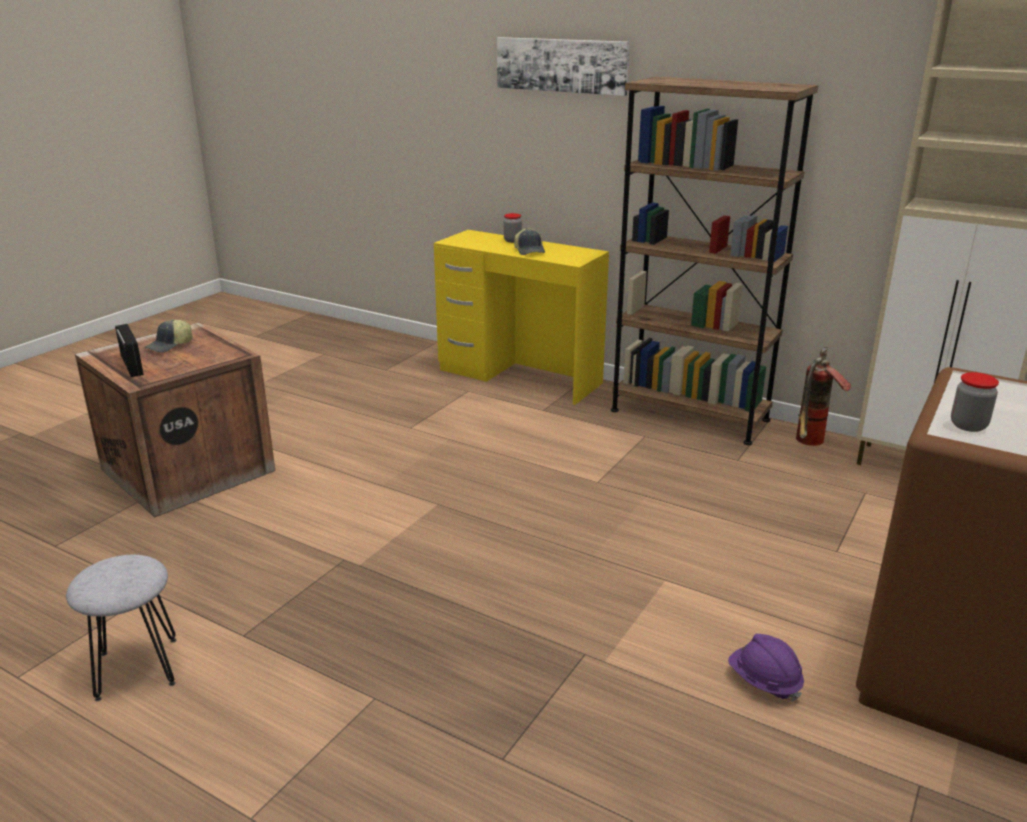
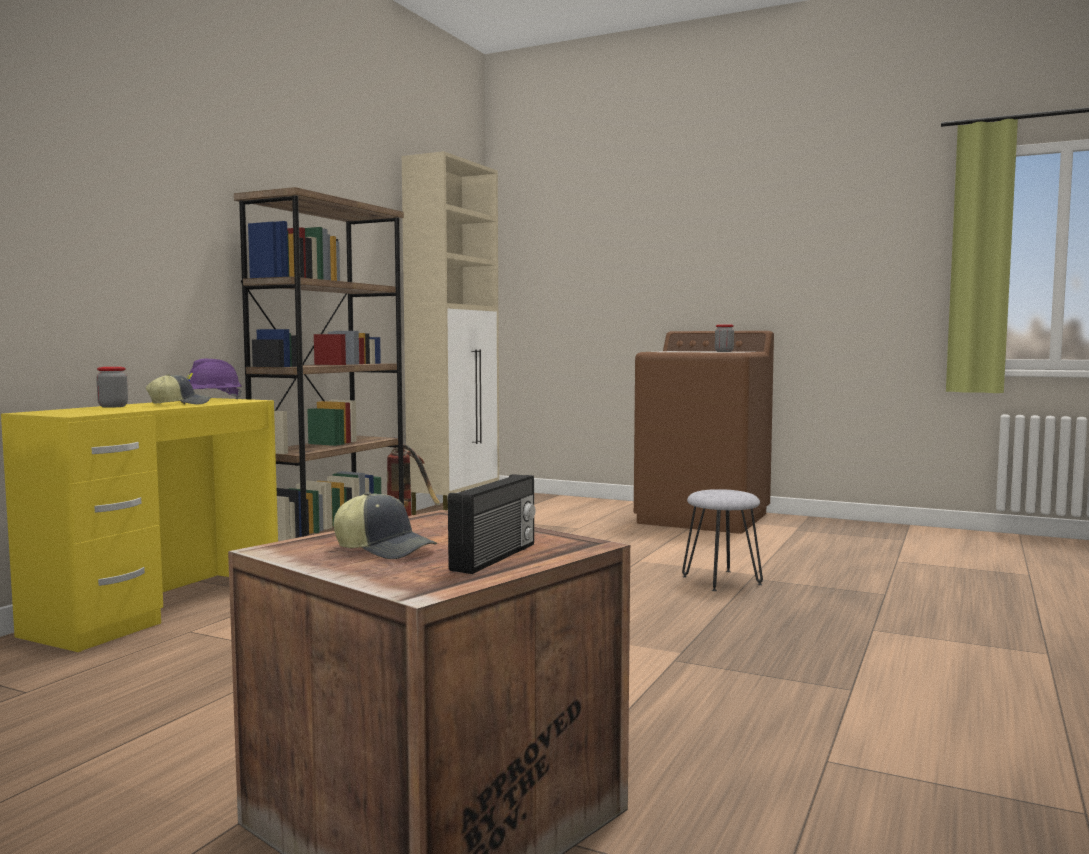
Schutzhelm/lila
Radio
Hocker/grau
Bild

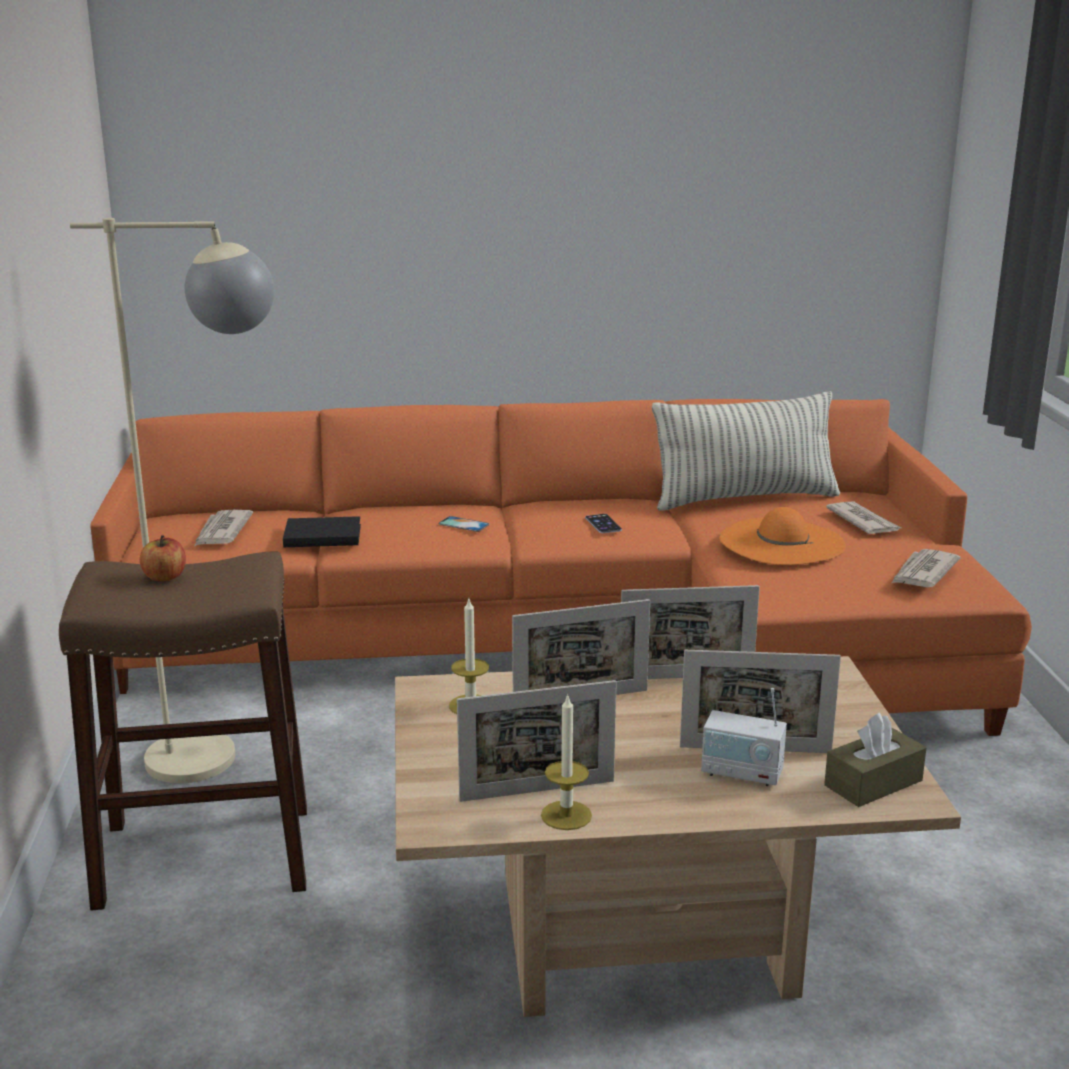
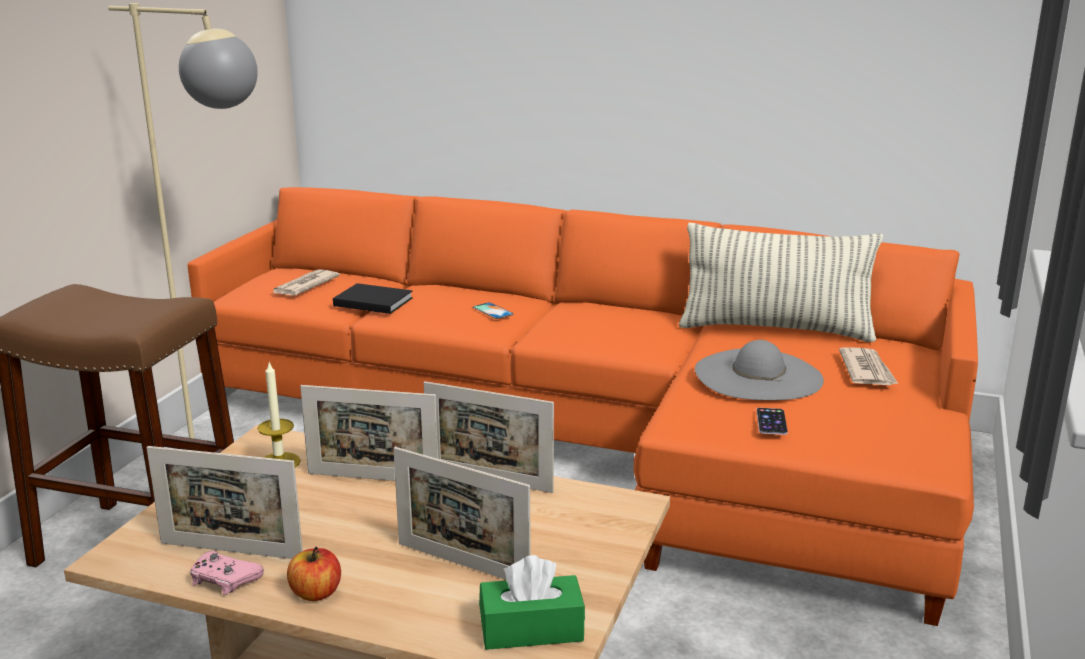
Gamepad/rosa
Apfel
Taschentuchbox/grün
Hut/grau
Handy (2nd from left)
Radio
Zeitung (3rd from left in the first image)

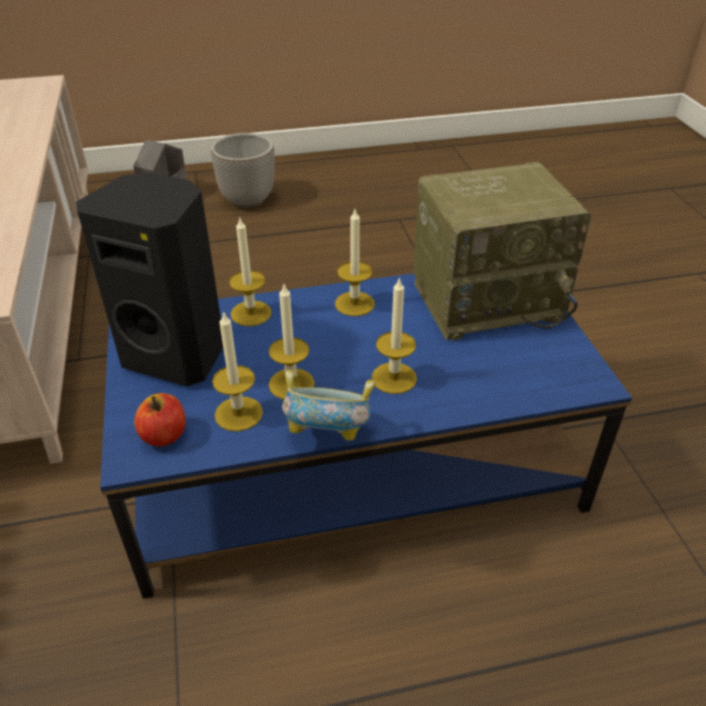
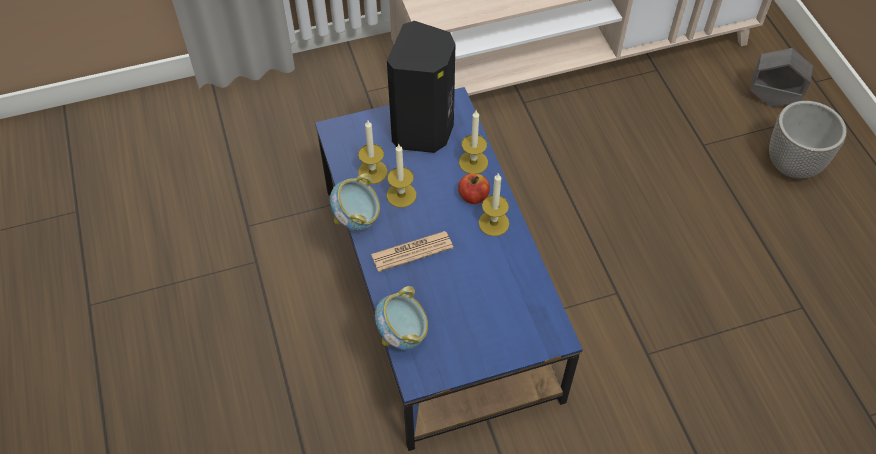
Zeitung
Schüssel (2nd from left)
Apfel
Radio

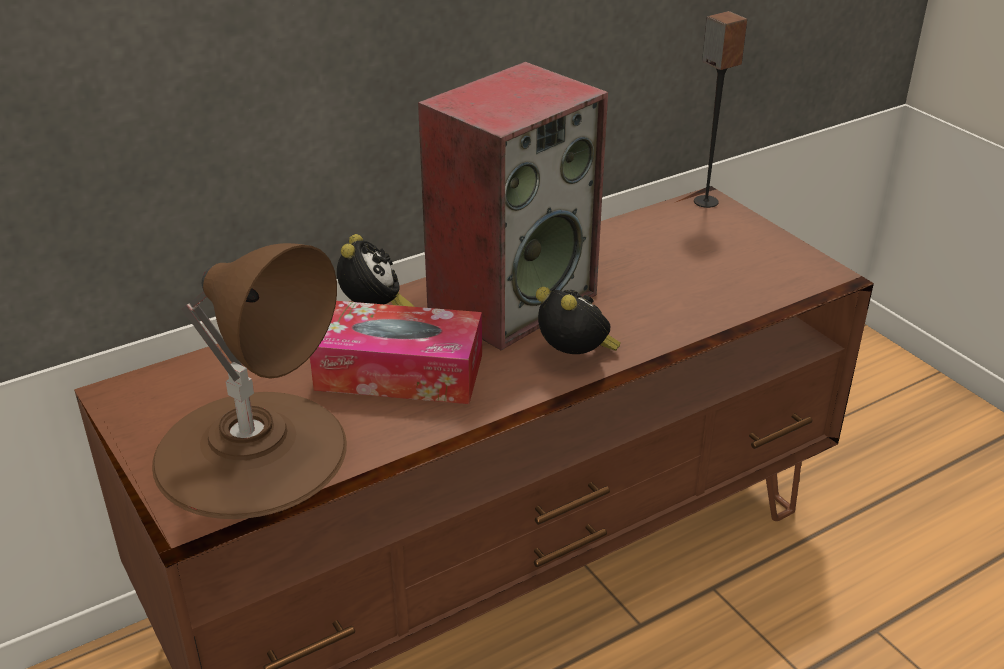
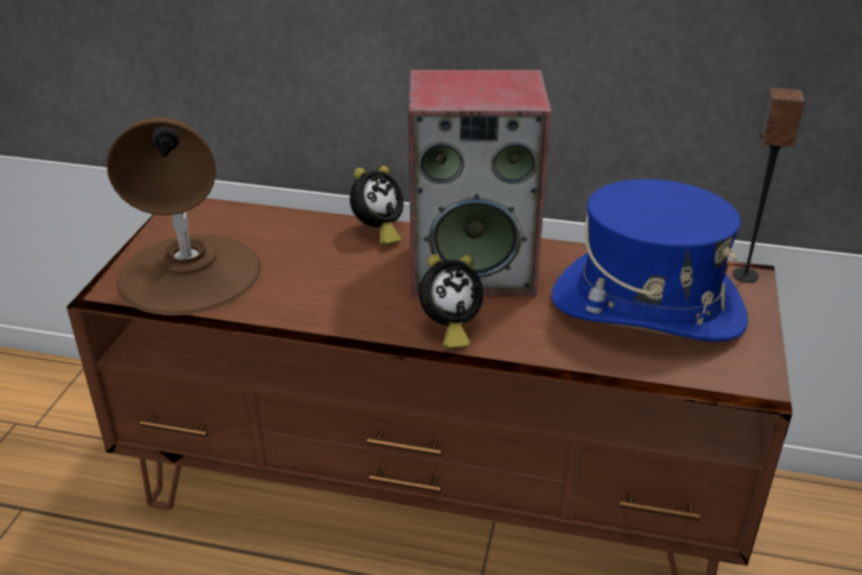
Wecker (2nd from left)
Hut/blau
Taschentuchbox

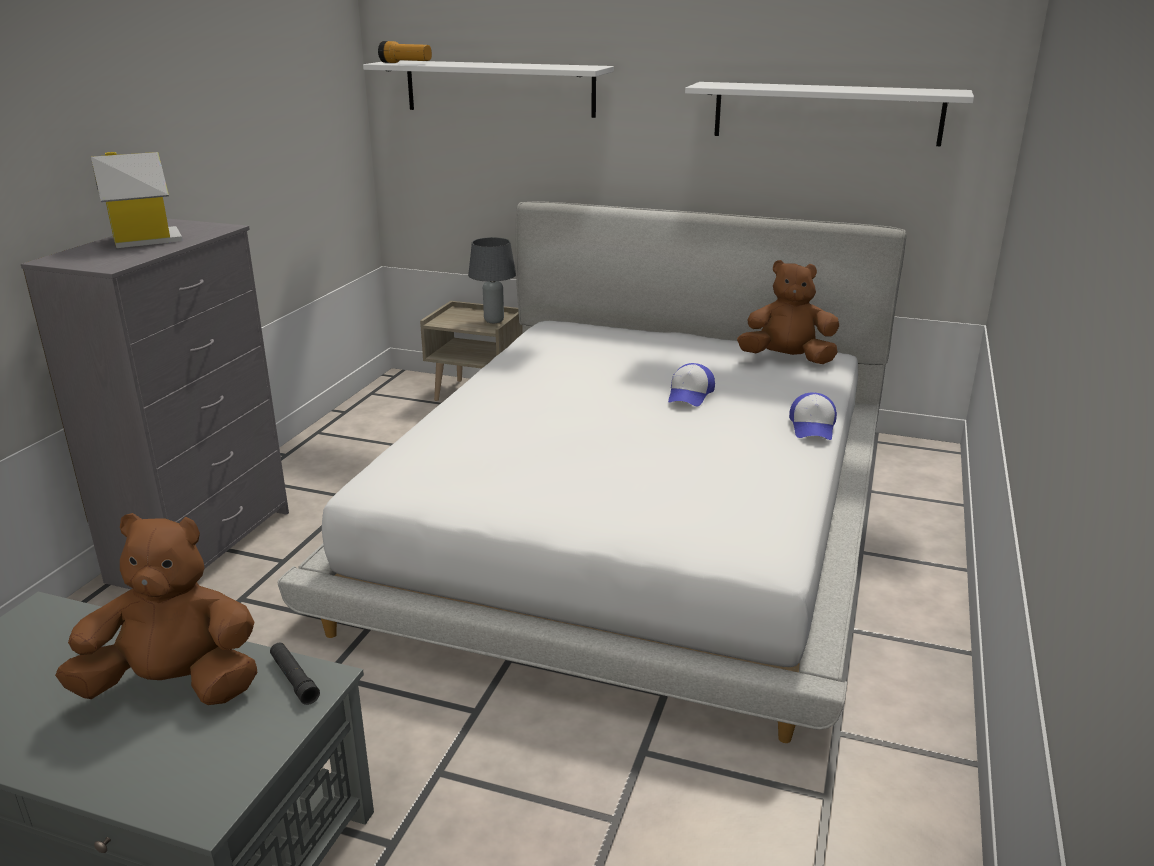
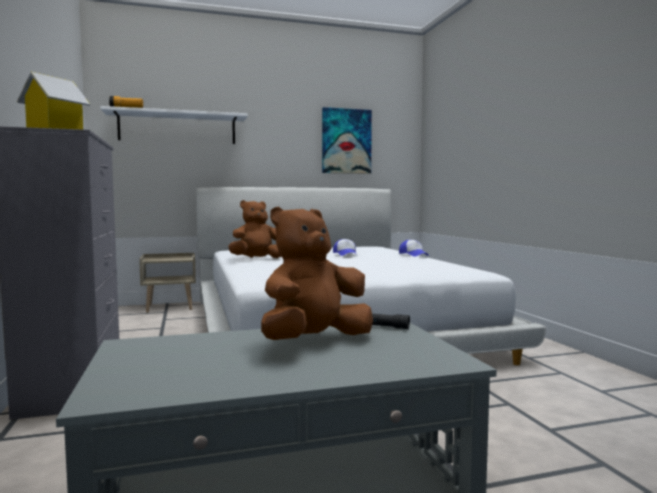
Plüschtier/braun (1st from left)
Bild
Tischlampe/grau

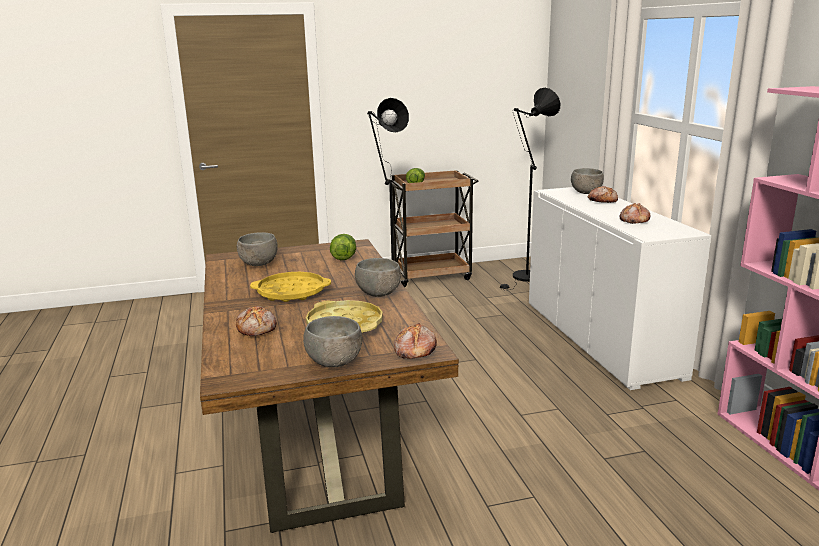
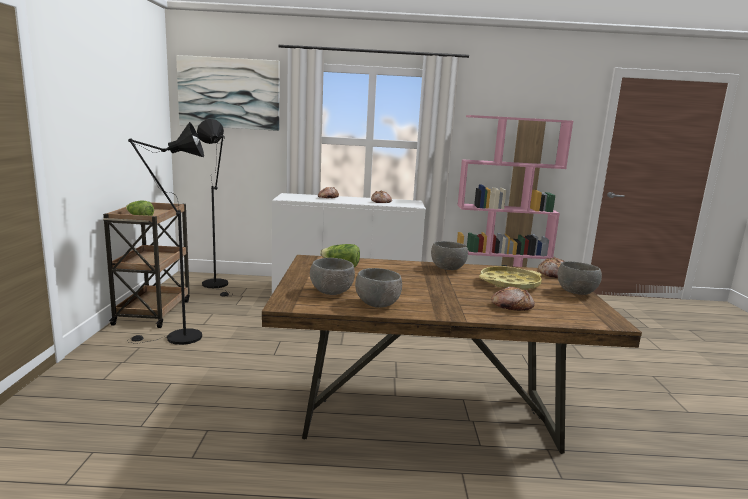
Bild
Schüssel/grau (2nd from left)
Tablett/gelb (1st from left in the first image)

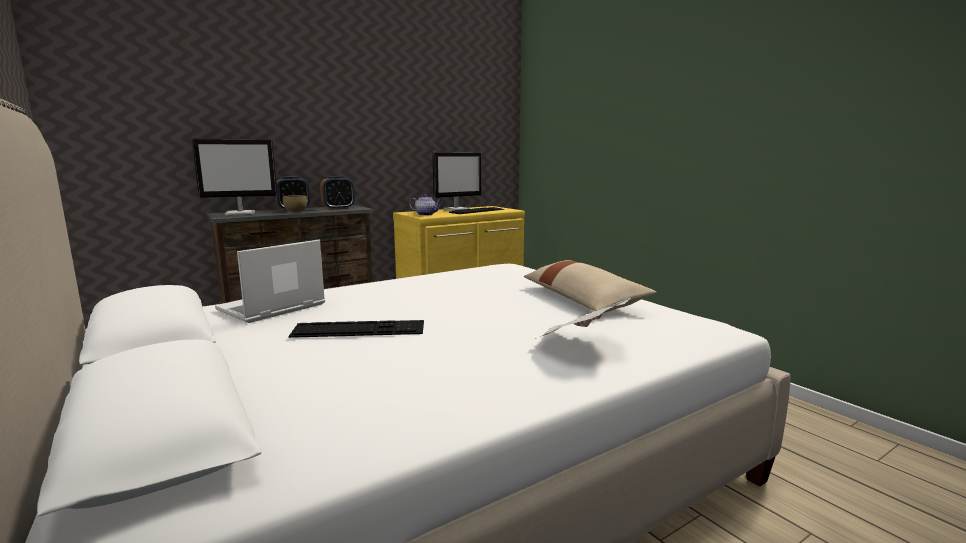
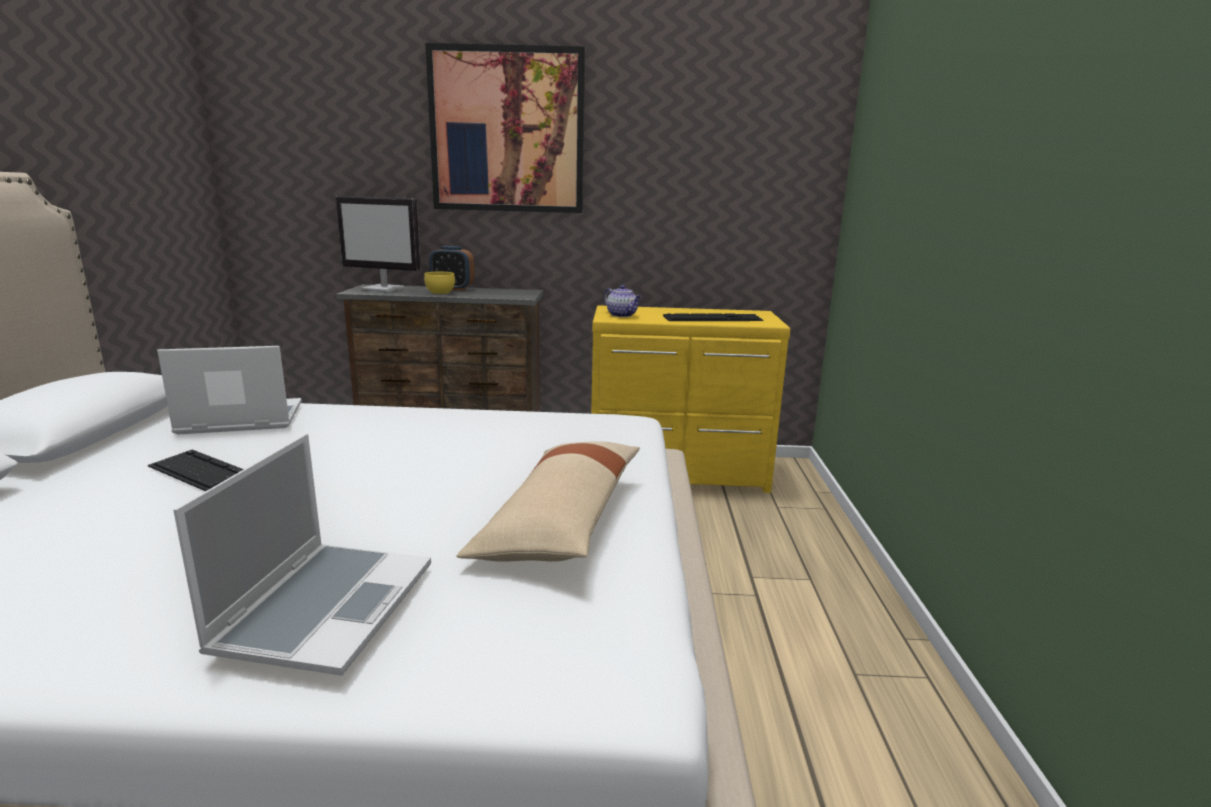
Laptop (2nd from left)
Schüssel/gelb
Bild
Wecker (2nd from left in the first image)
Monitor (2nd from left in the first image)

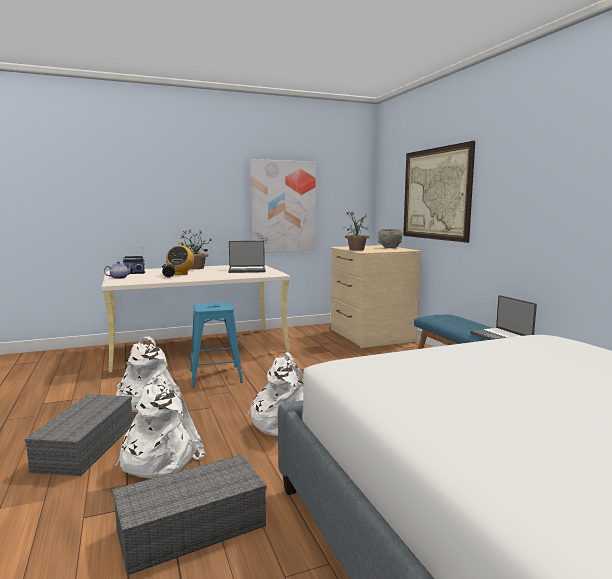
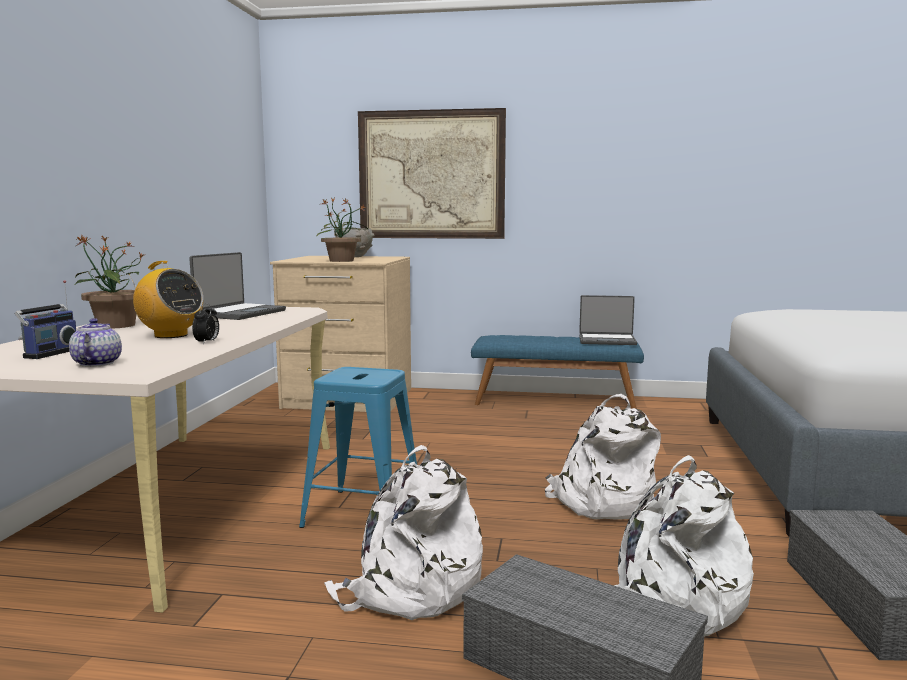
Bild (1st from left in the first image)

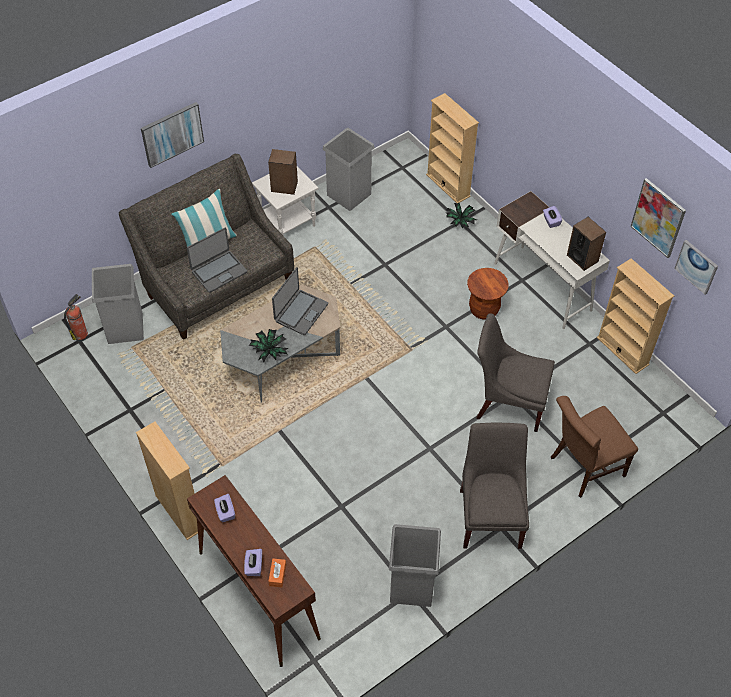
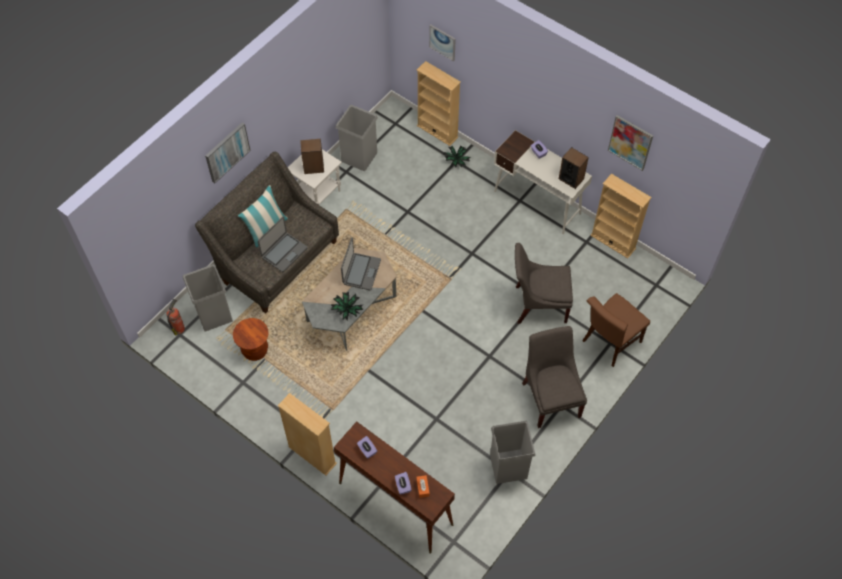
Hocker/braun
Bild (2nd from left)

